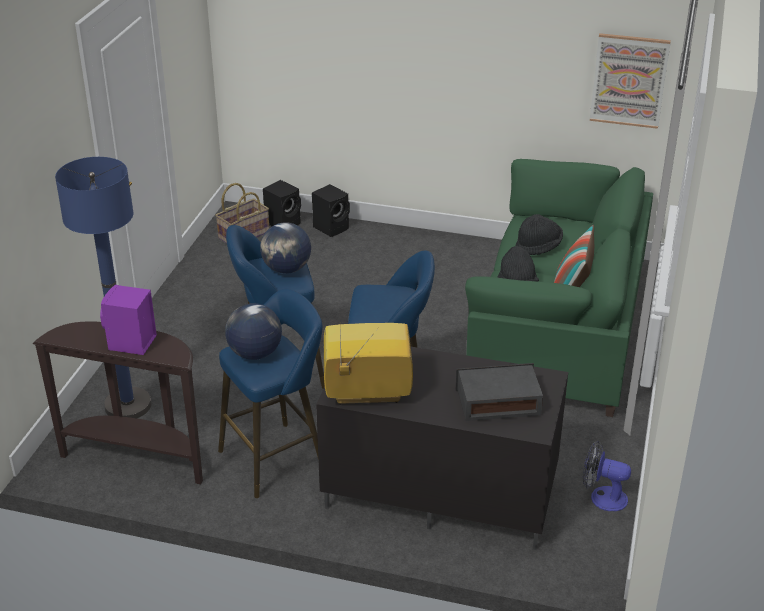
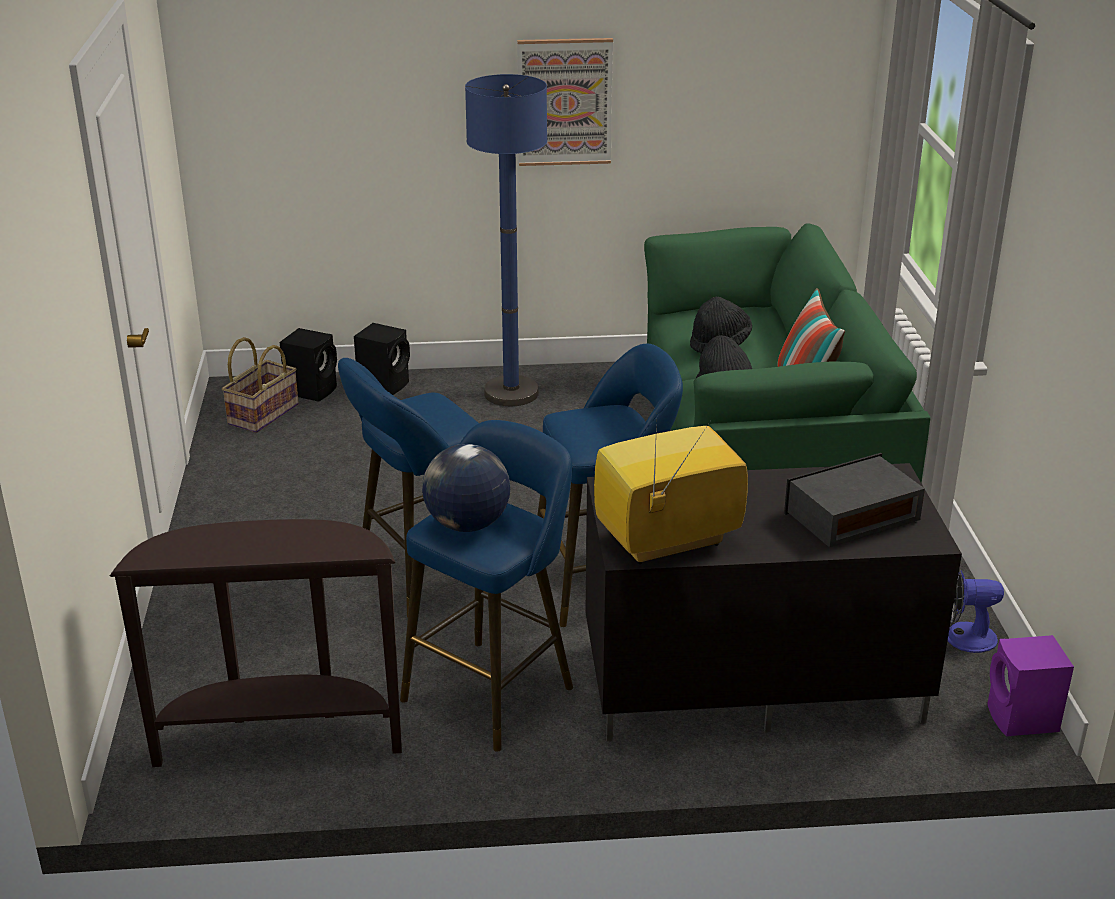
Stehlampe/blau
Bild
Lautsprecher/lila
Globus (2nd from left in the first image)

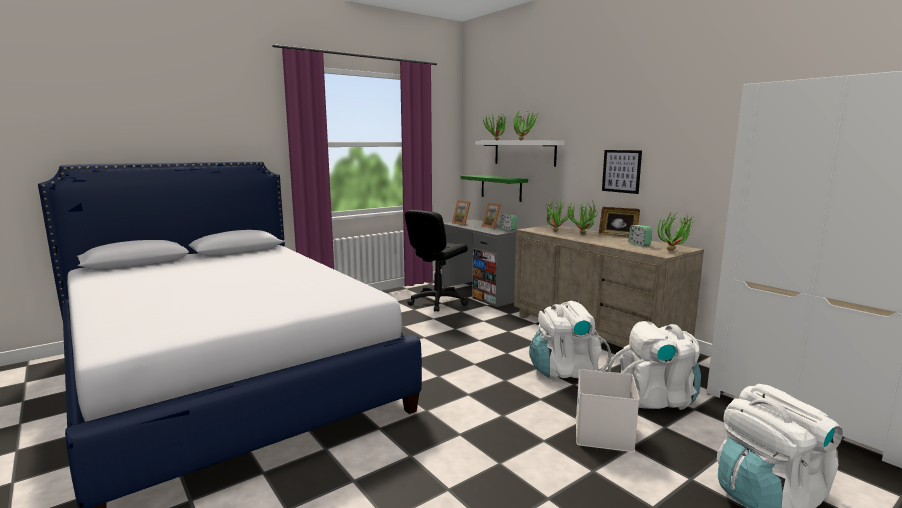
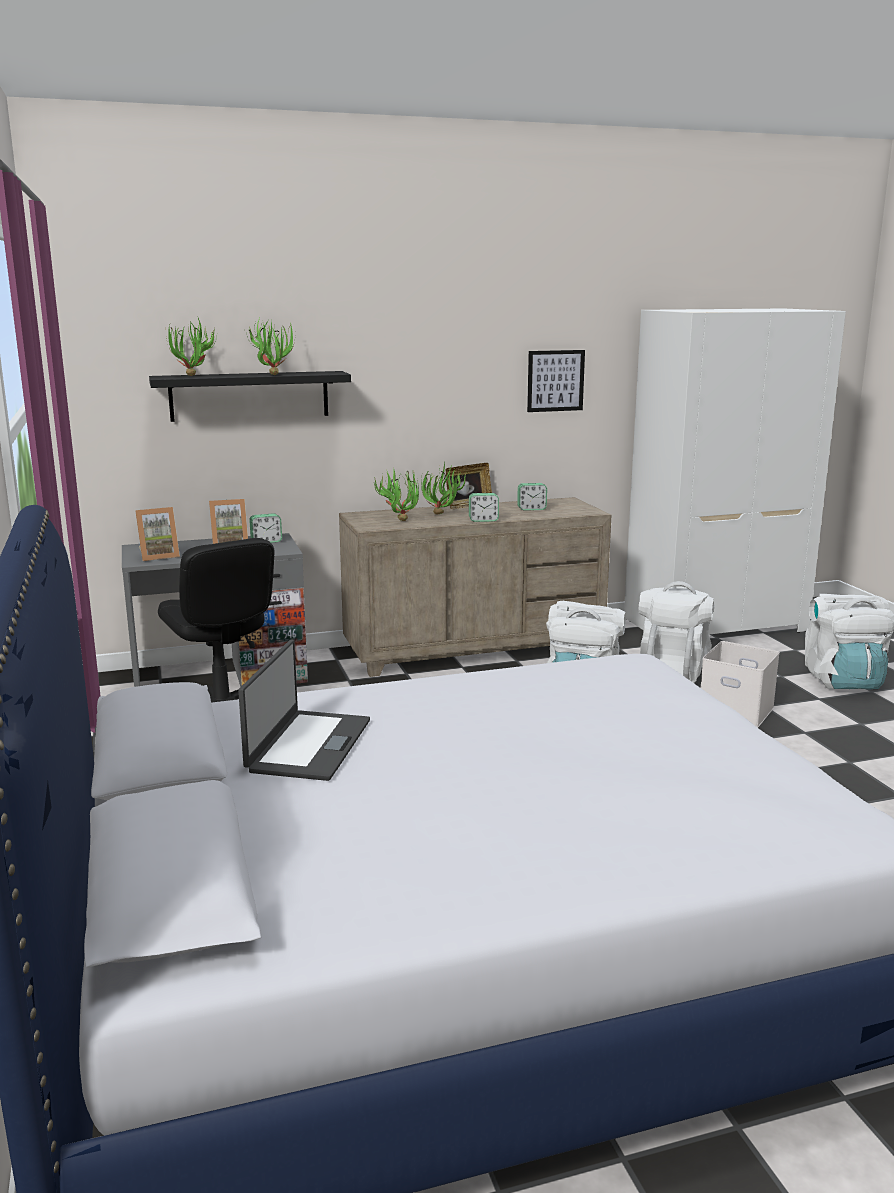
Wandregal/schwarz
Laptop
Wecker (2nd from left)
Bild
Wandregal/grün
Topfpflanze (5th from left in the first image)

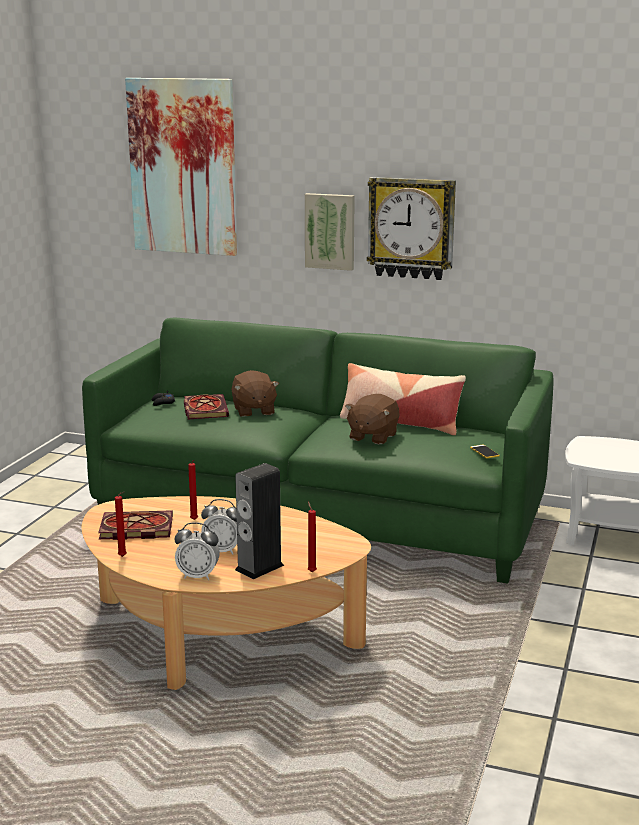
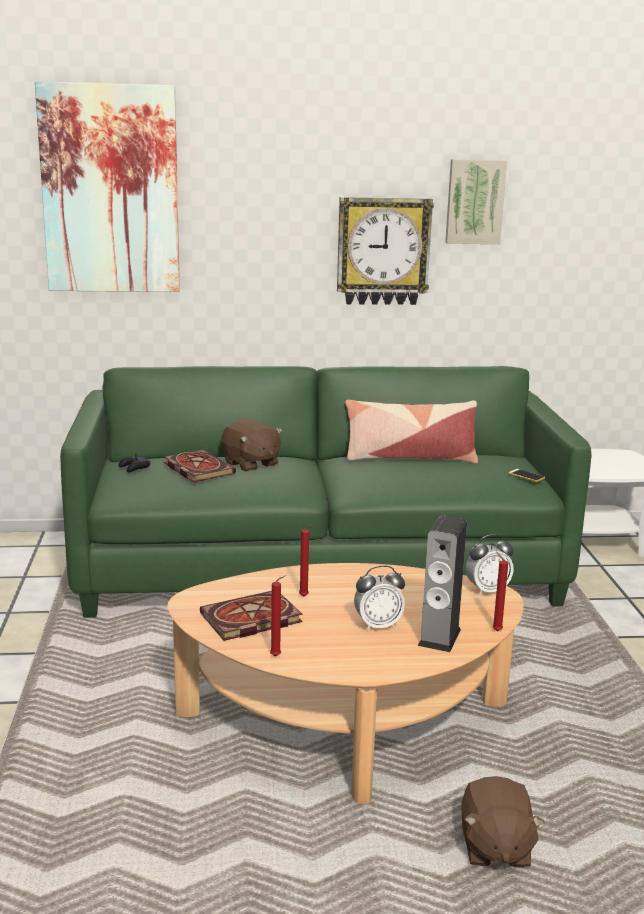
Bild (2nd from left)
Plüschtier/braun (2nd from left)
Wecker (2nd from left)

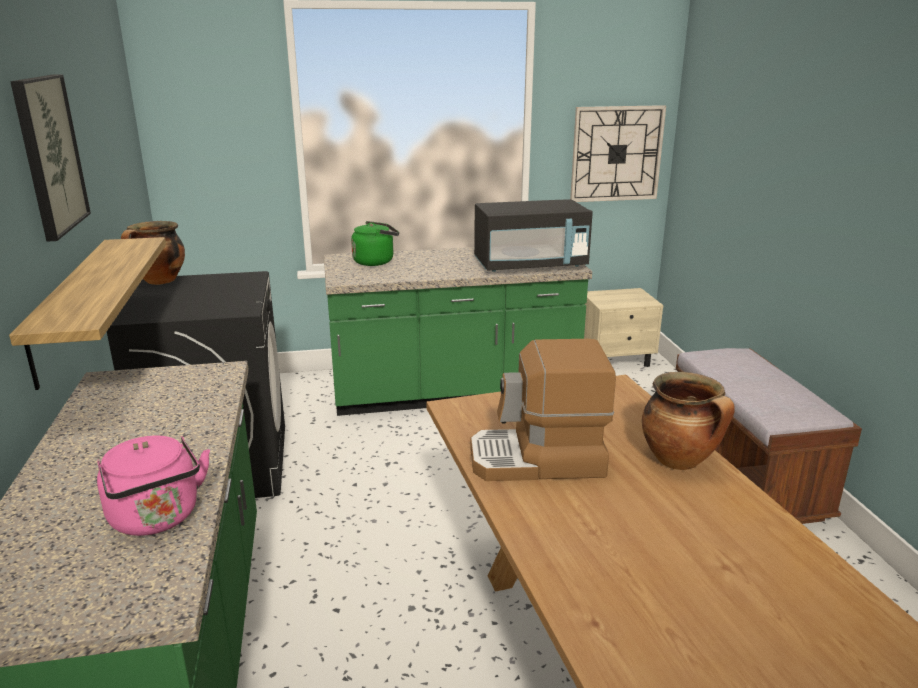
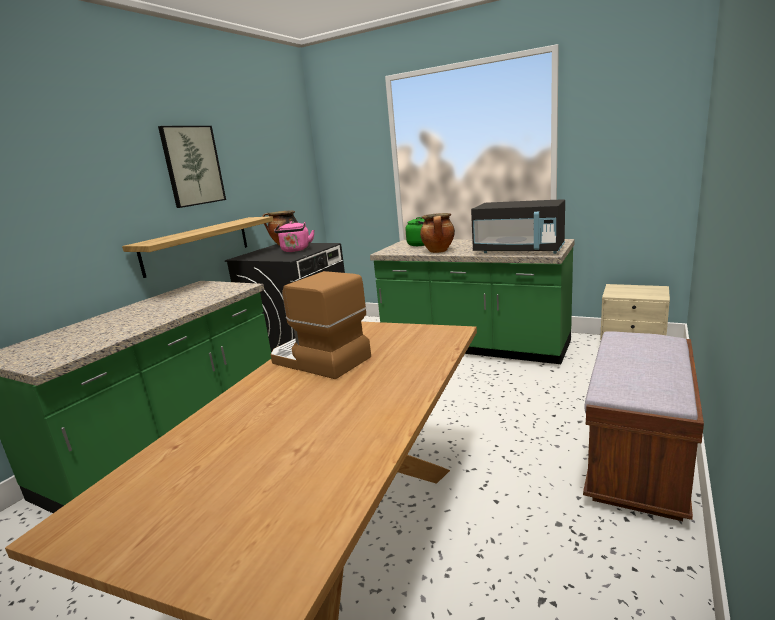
Wasserkessel/rosa
Kochtopf (2nd from left)
Wanduhr

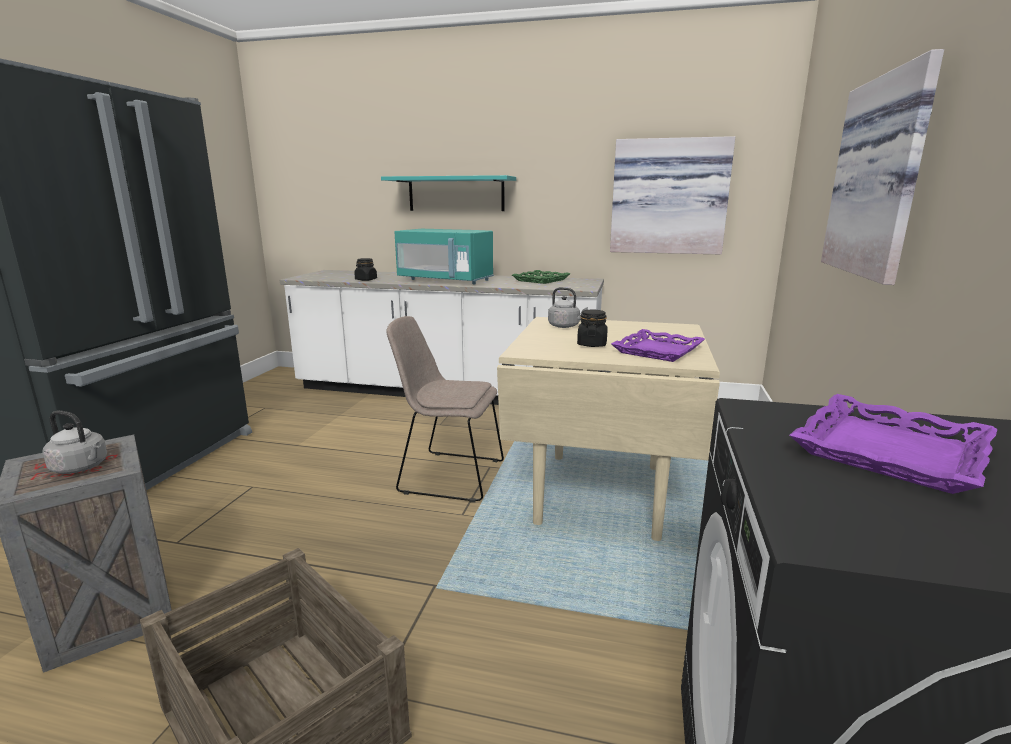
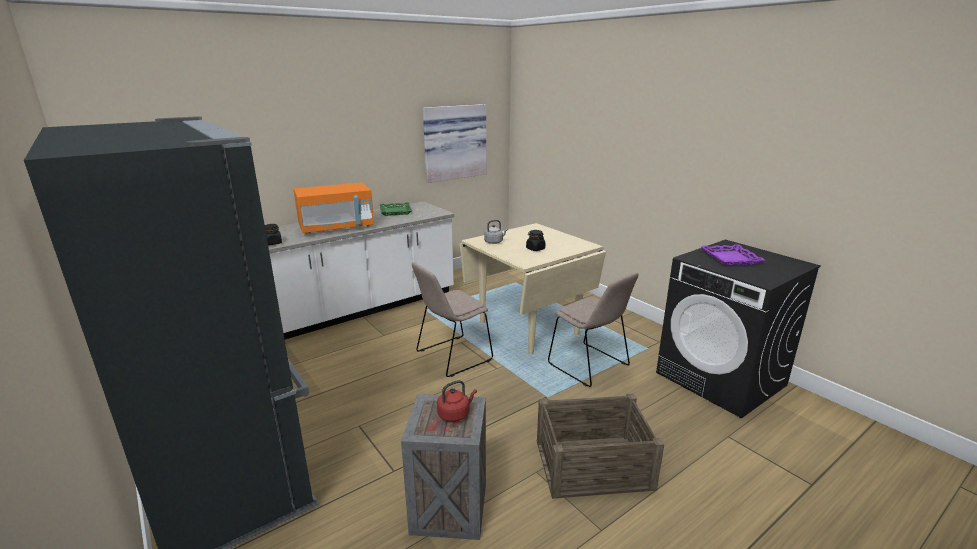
Mikrowelle/orange
Wasserkessel/rot
Stuhl/beige (2nd from left)
Wandregal/türkis
Tablett/lila (1st from left in the first image)
Bild (2nd from left in the first image)

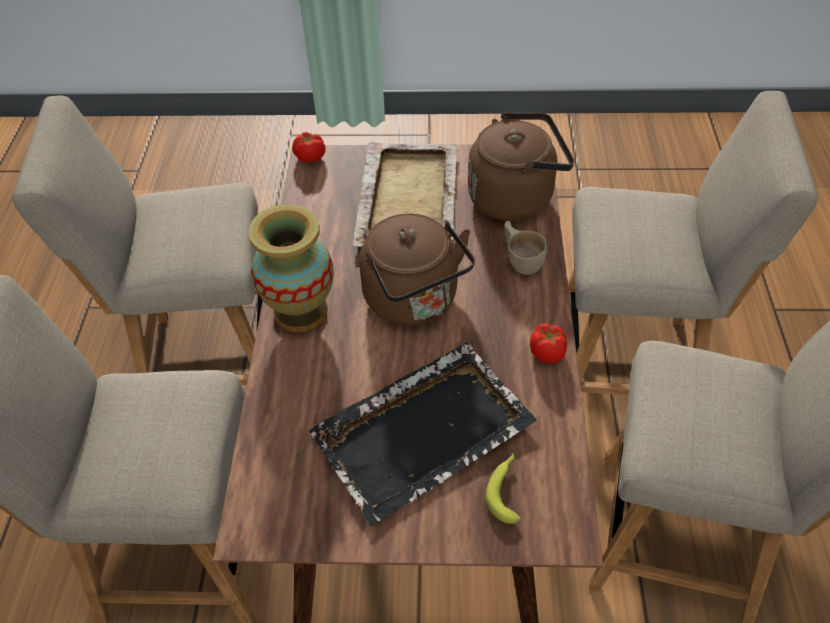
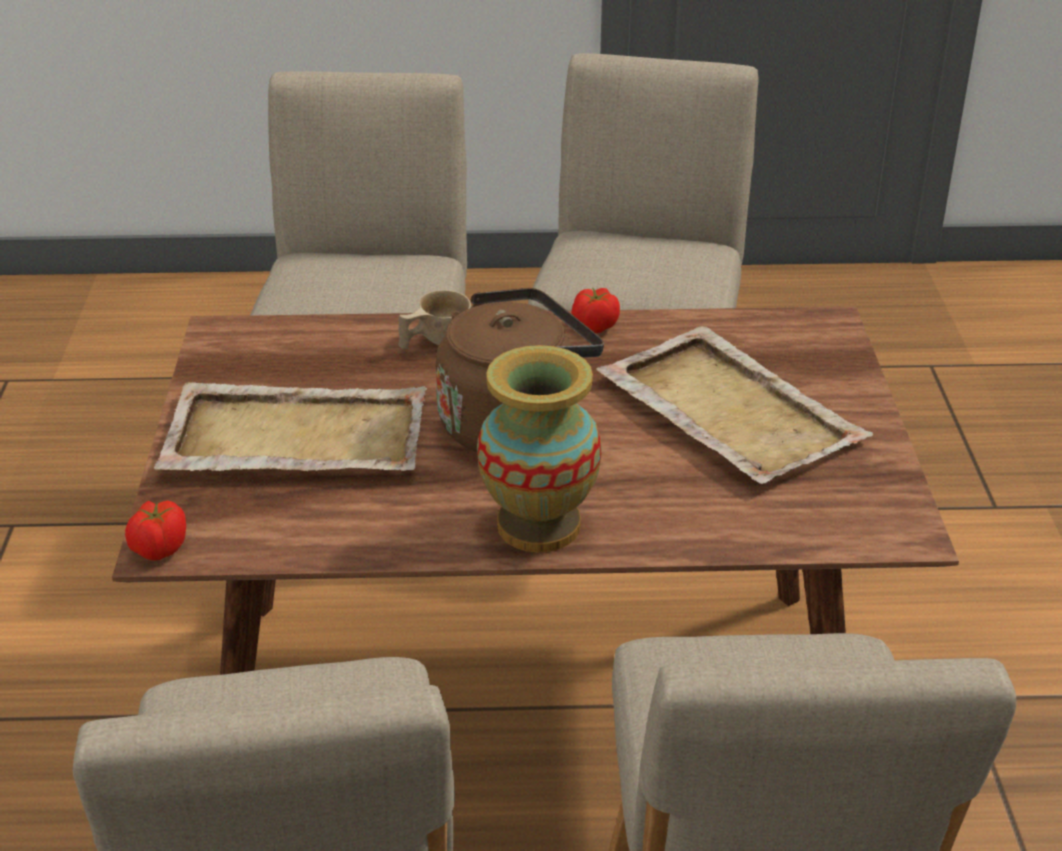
Tablett/beige (2nd from left)
Wasserkessel/braun (2nd from left in the first image)
Banane

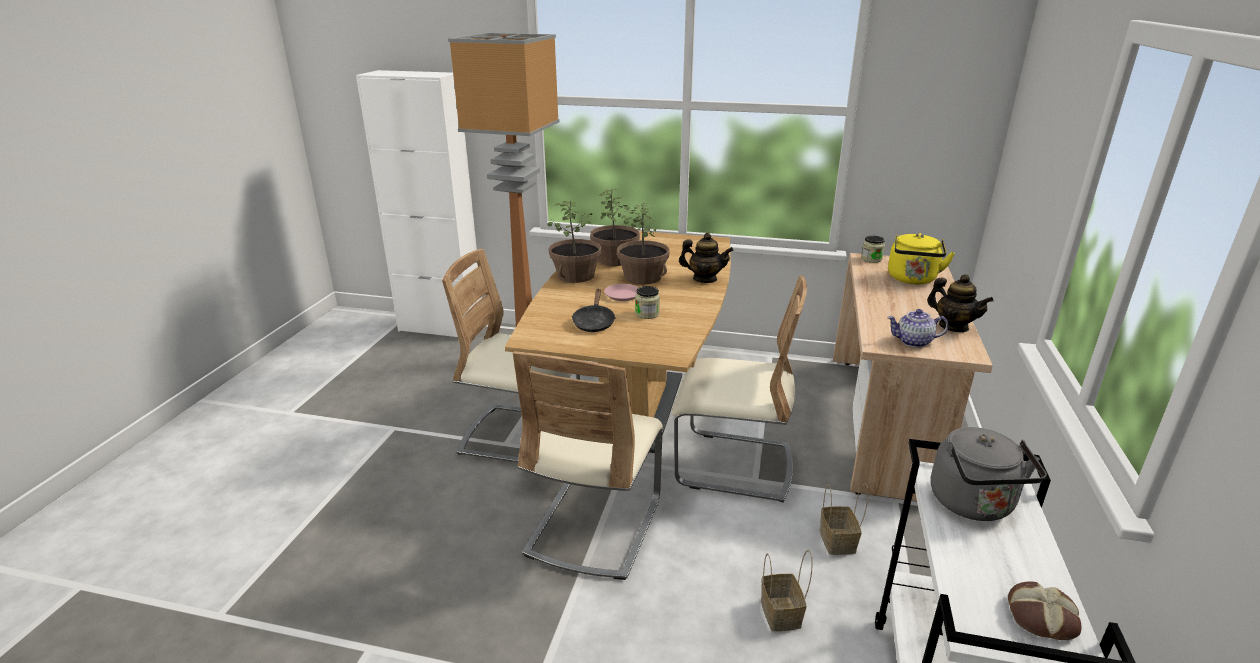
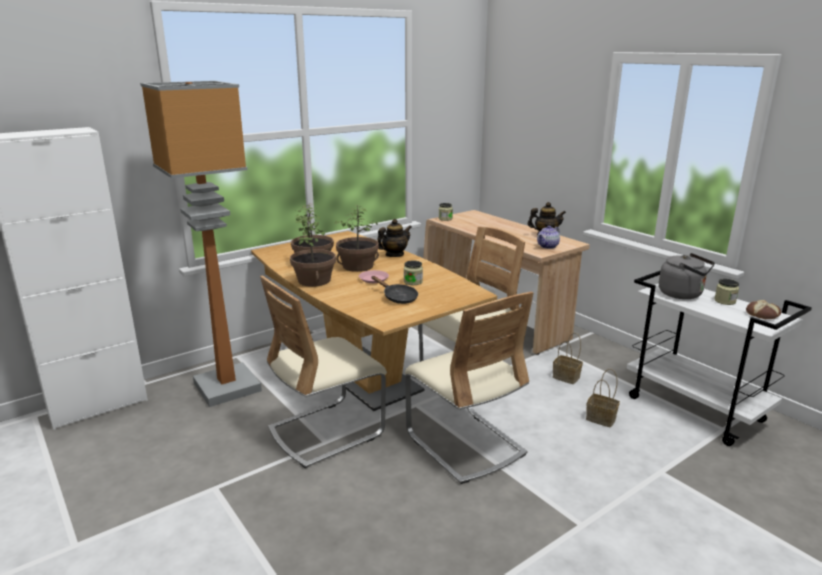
Vorratsglas (3rd from left)
Wasserkessel/gelb

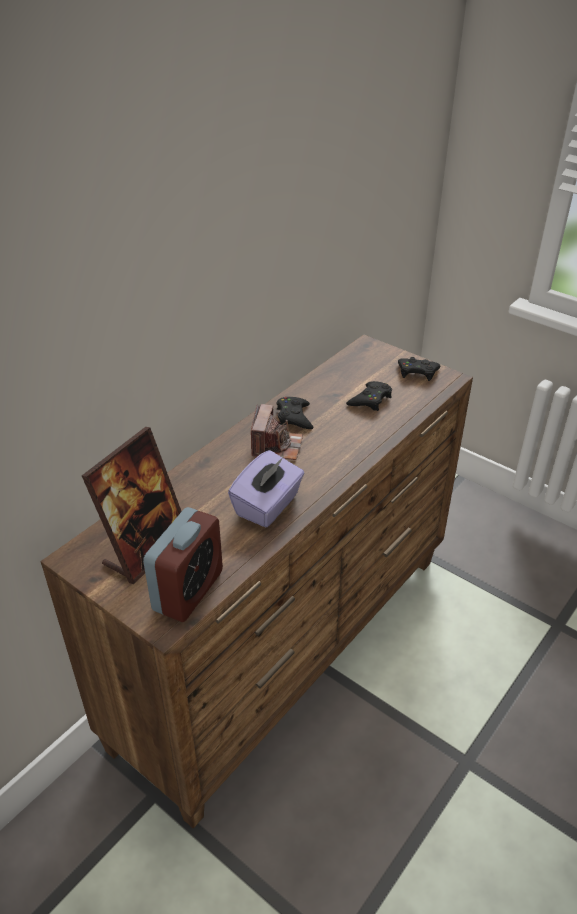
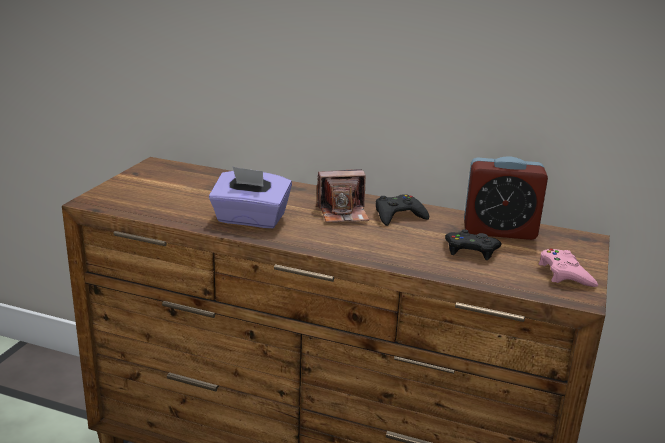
Wecker
Gamepad/rosa
Bilderrahmen

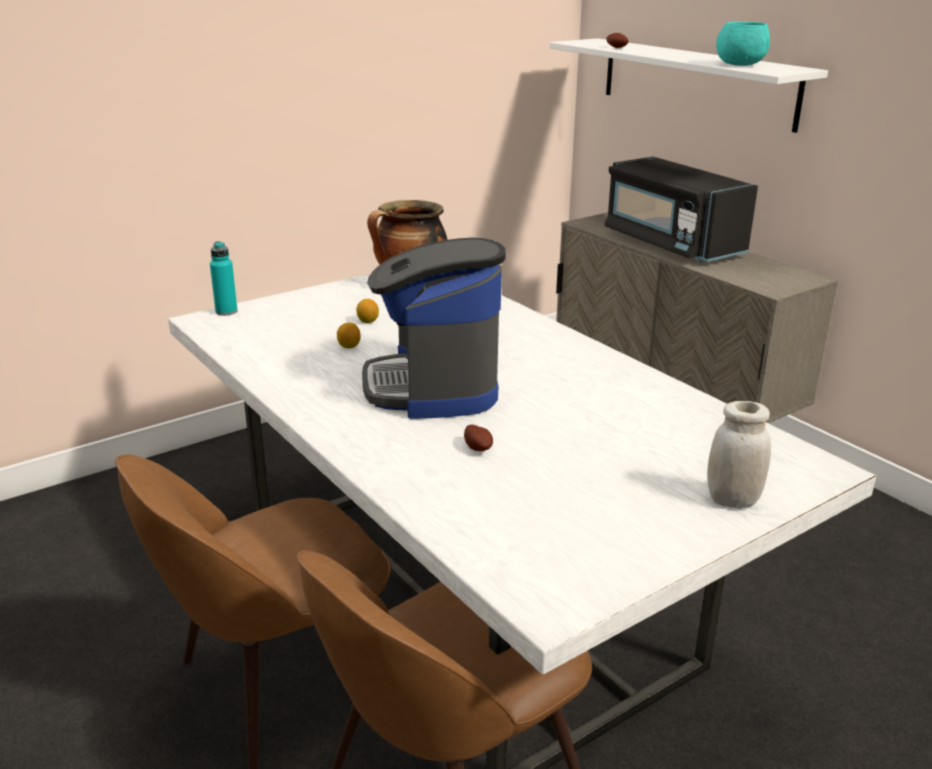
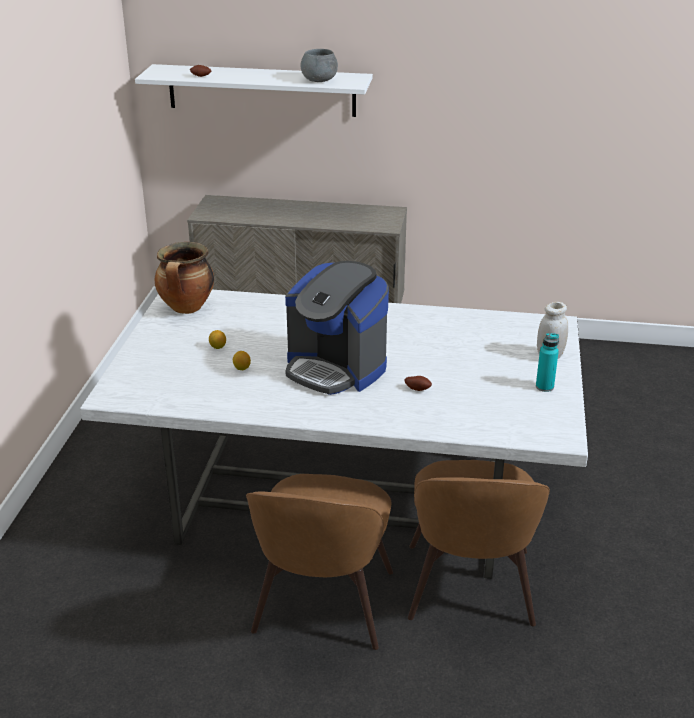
Schüssel/grau
Flasche/türkis
Mikrowelle/schwarz

